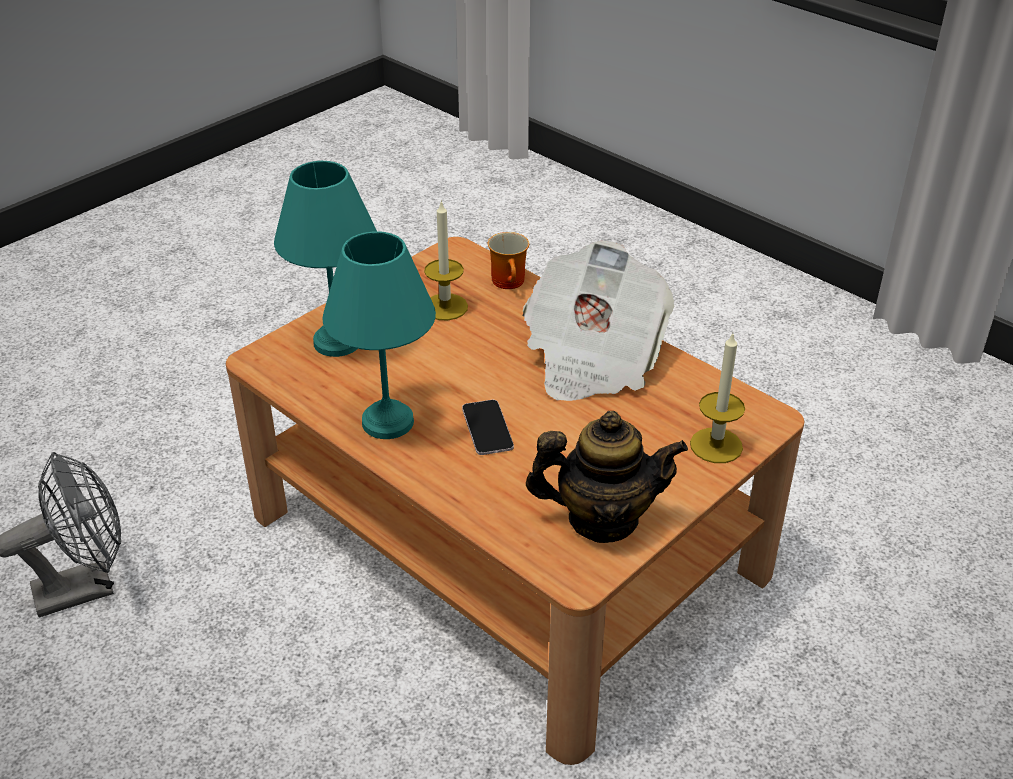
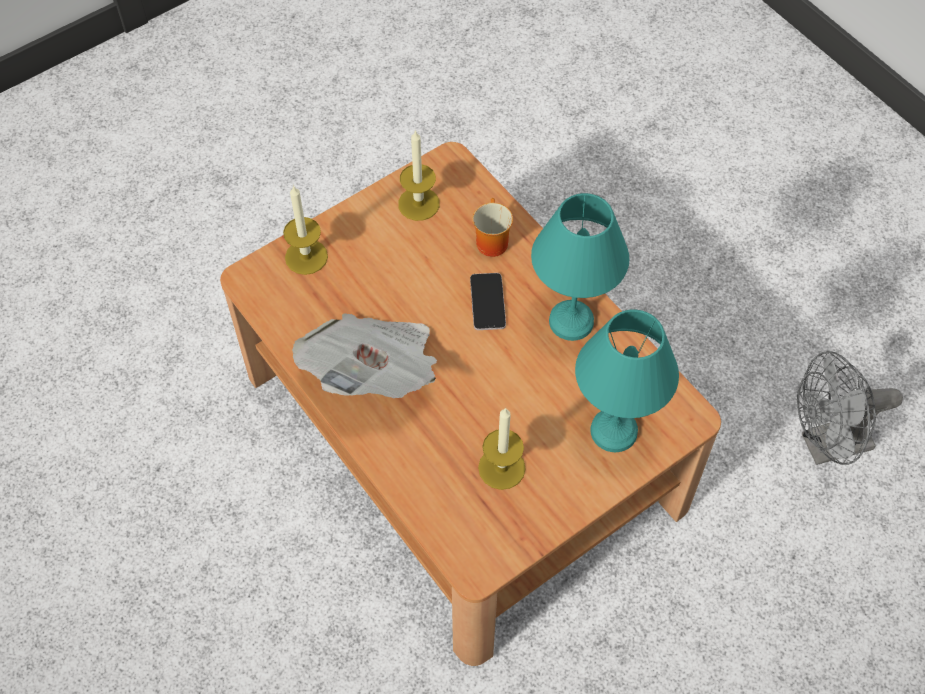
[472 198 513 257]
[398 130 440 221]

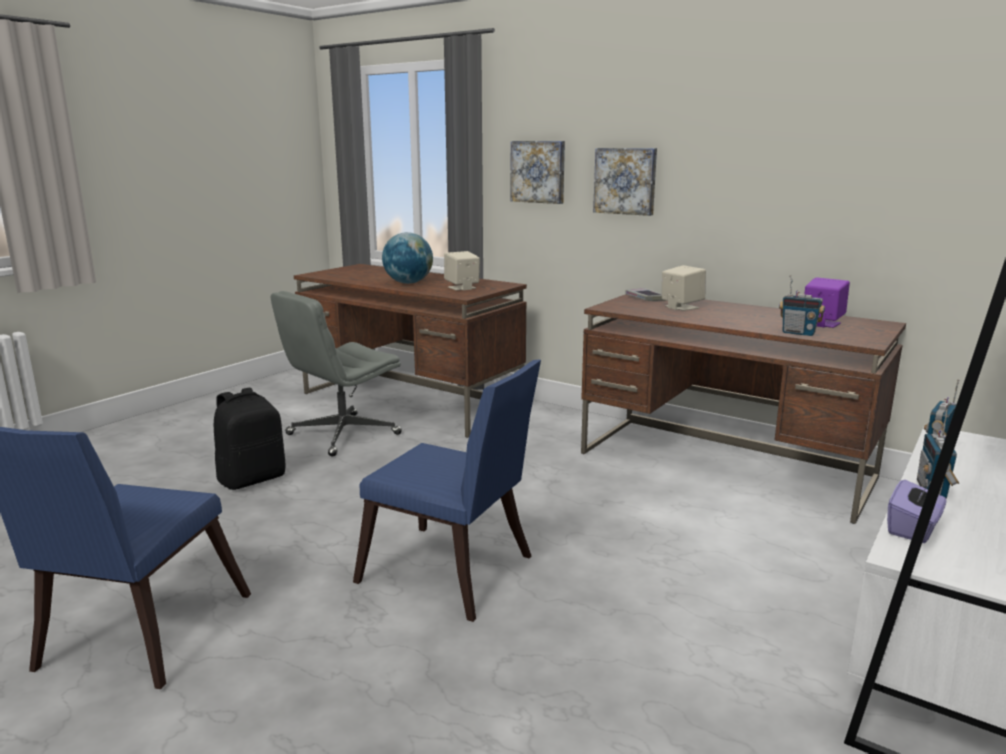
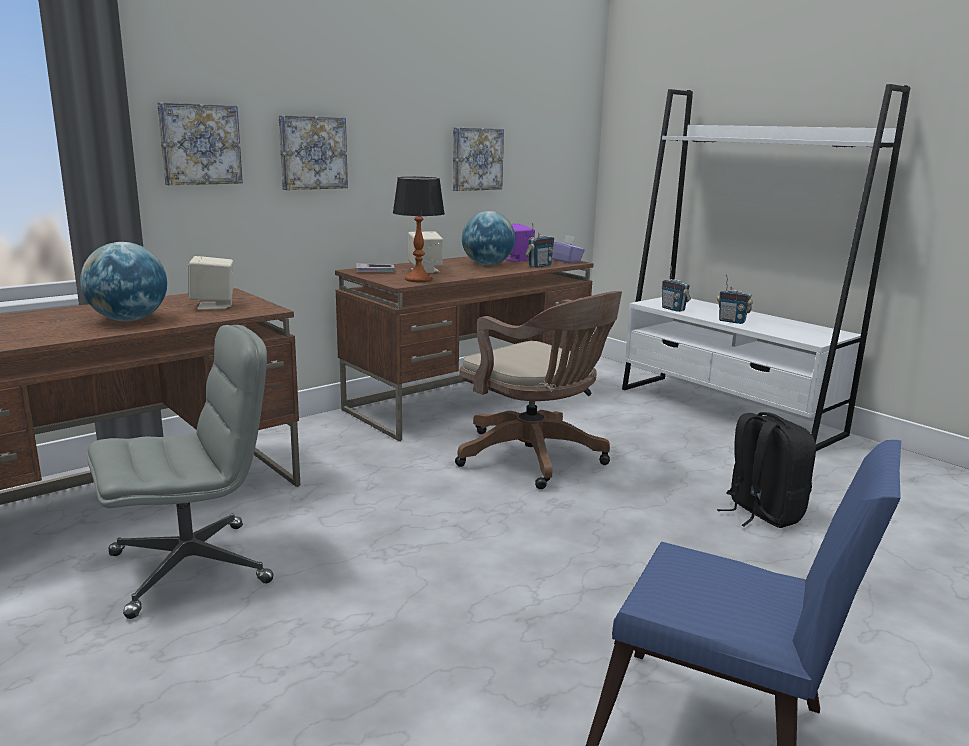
[87 325 274 619]
[353 360 541 622] (first image)
[717 412 816 528]
[552 235 585 263]
[453 128 504 191]
[393 177 445 282]
[462 211 515 265]
[455 291 622 489]

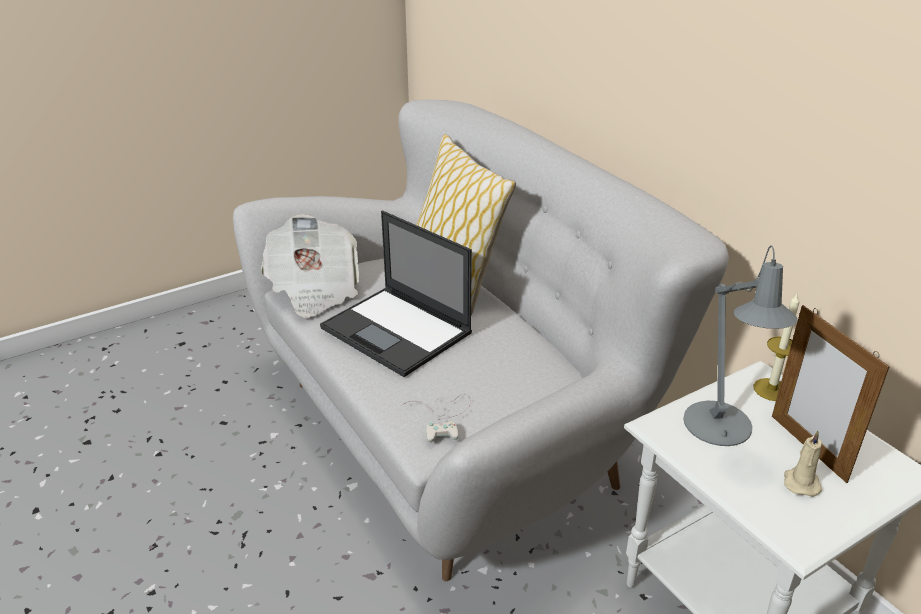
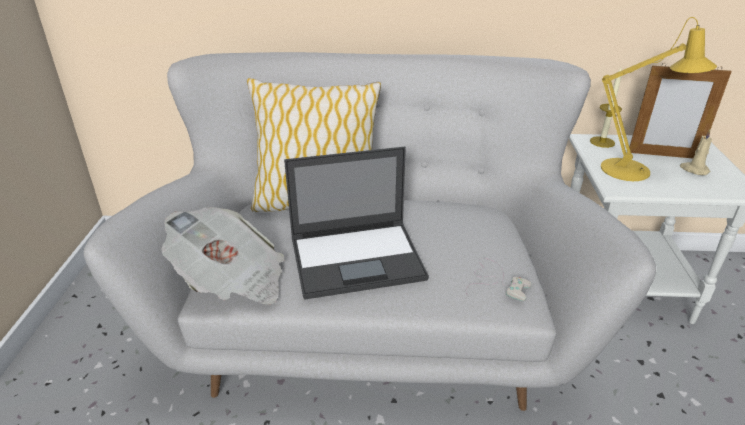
[601 17 717 181]

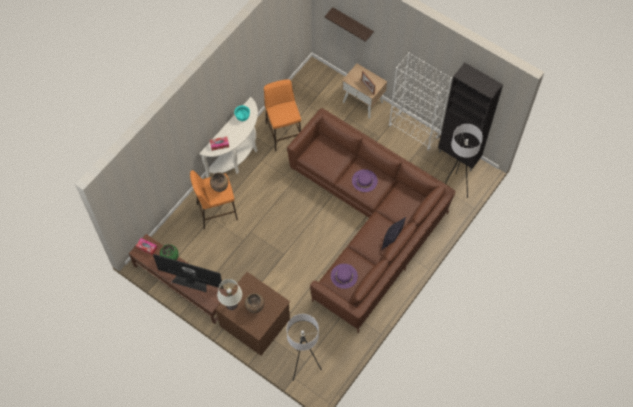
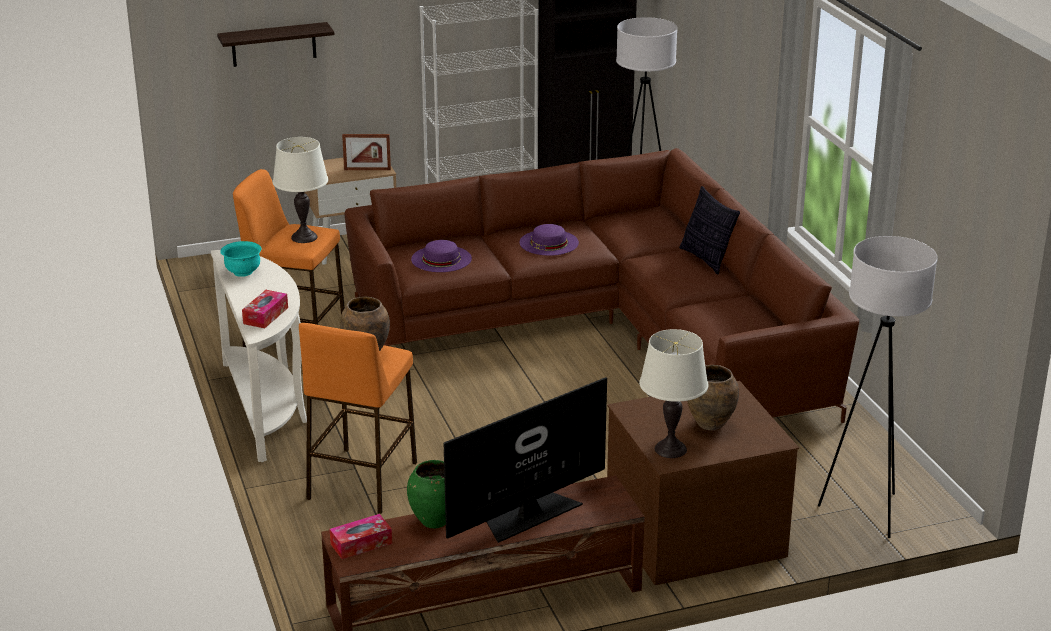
[411 240 472 272]
[272 137 328 243]

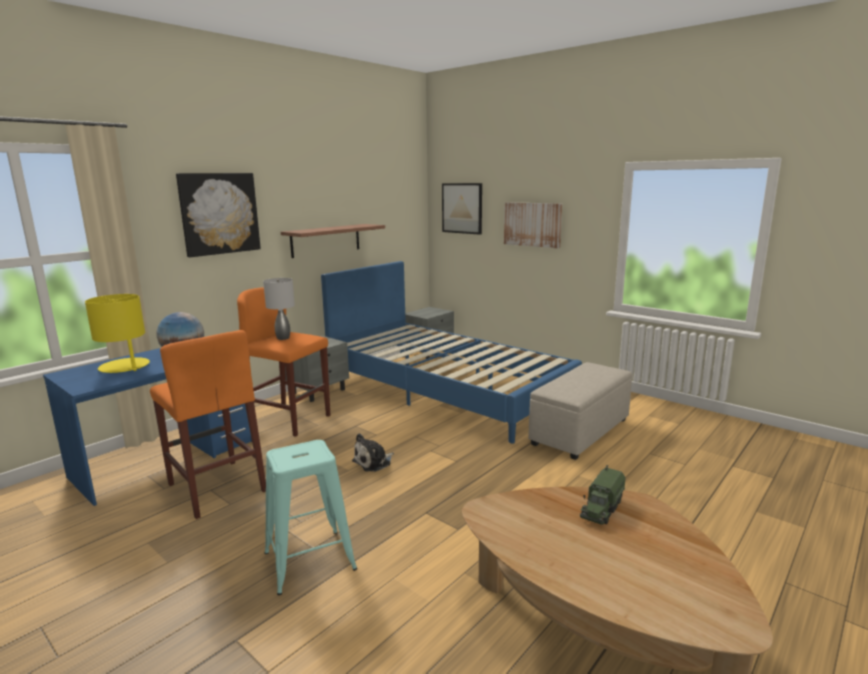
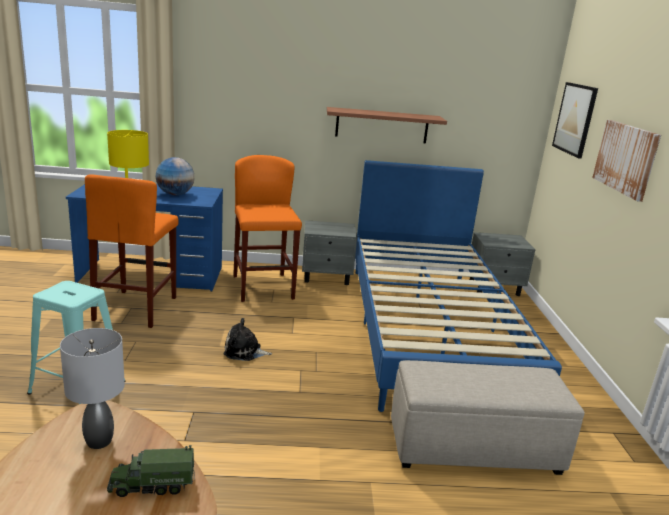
[176 173 261 257] (first image)
[60 328 125 449]

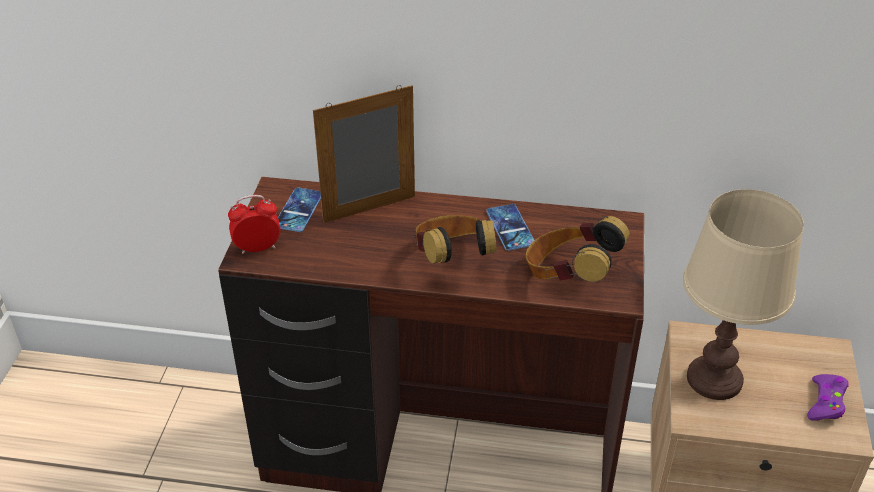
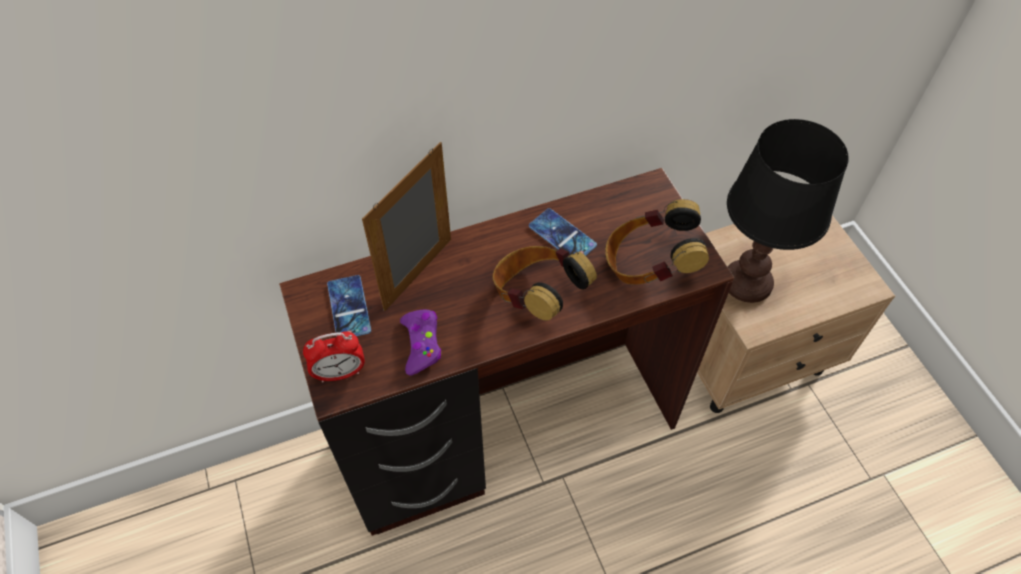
[727 119 849 303]
[303 331 365 382]
[400 310 441 376]

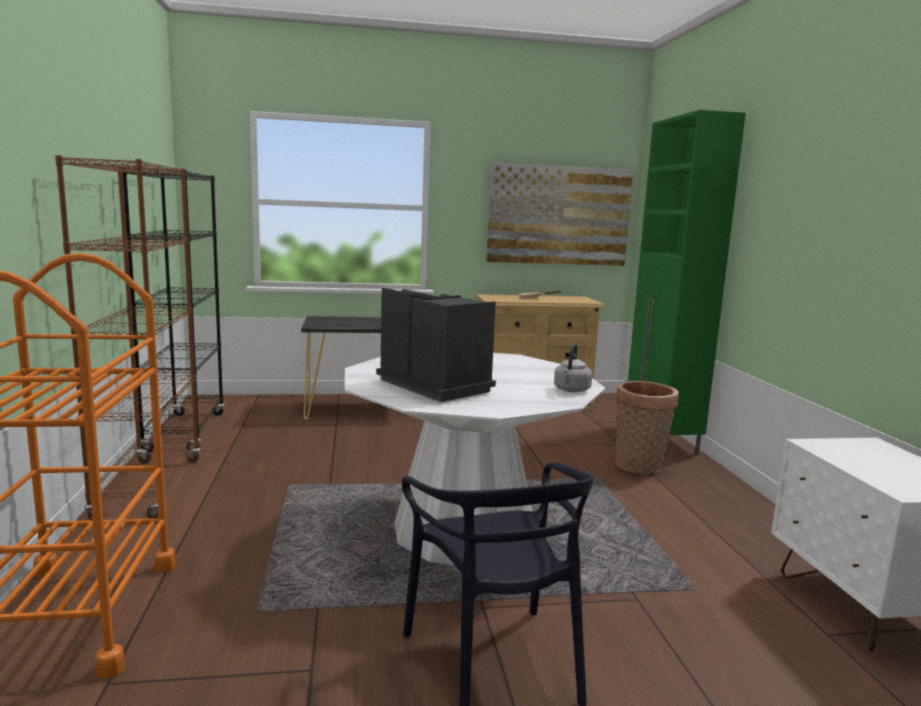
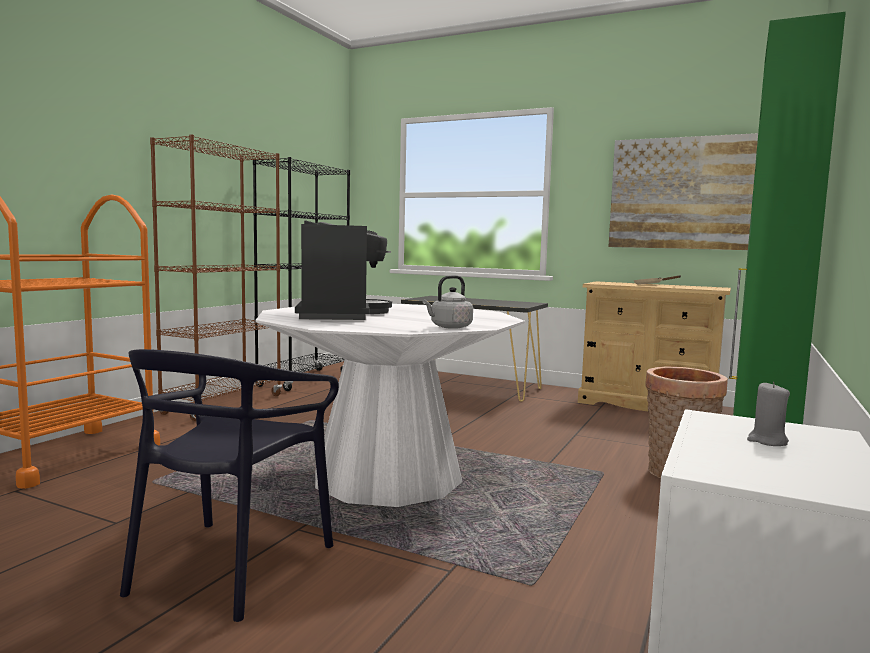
[747 382 790 446]

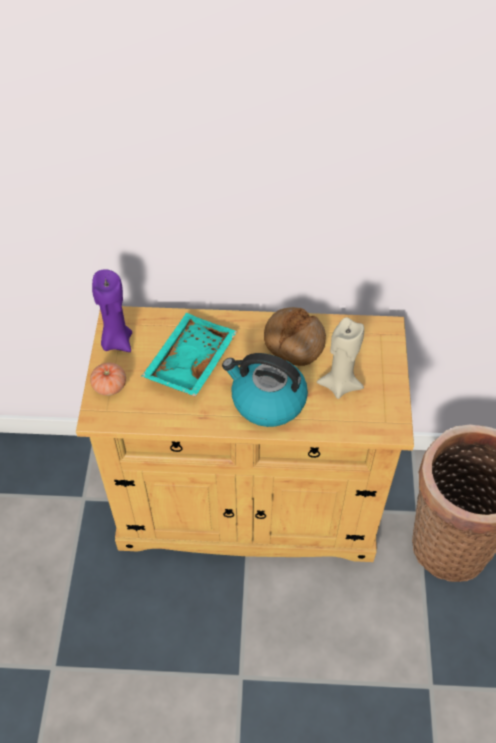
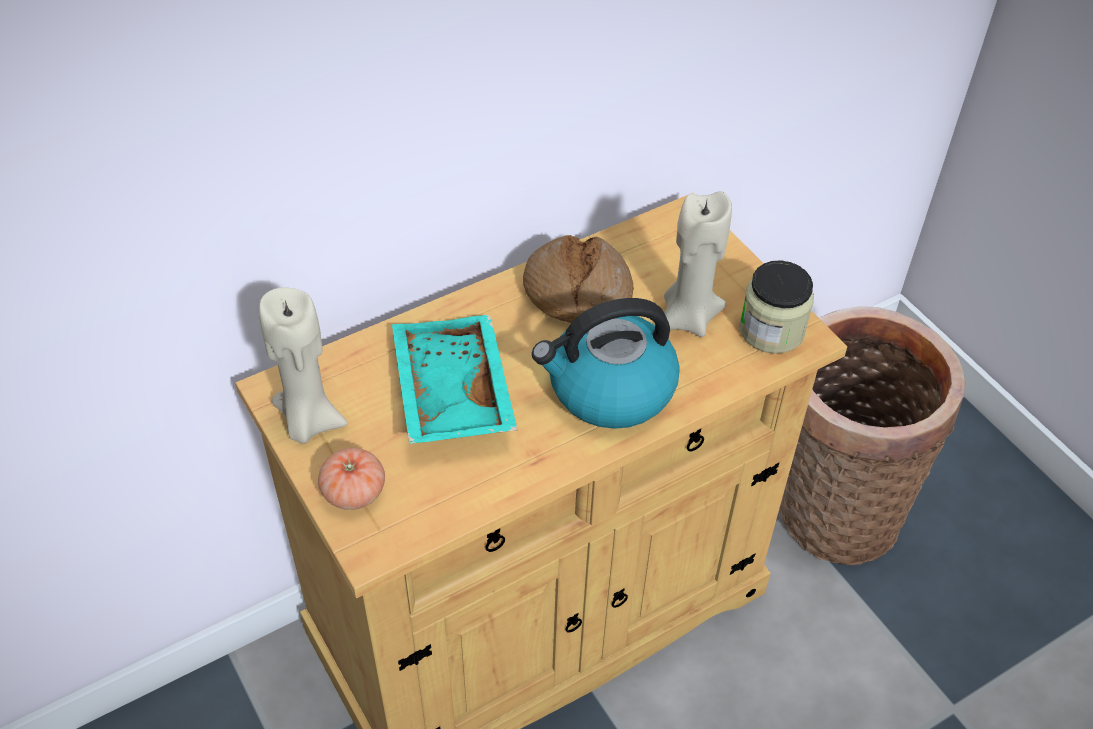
[259 287 348 444]
[739 260 814 354]

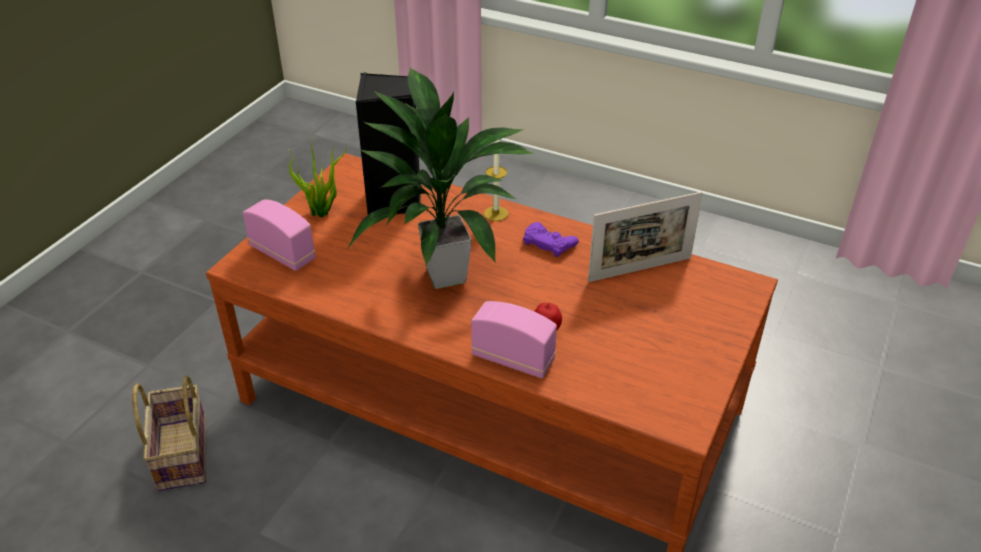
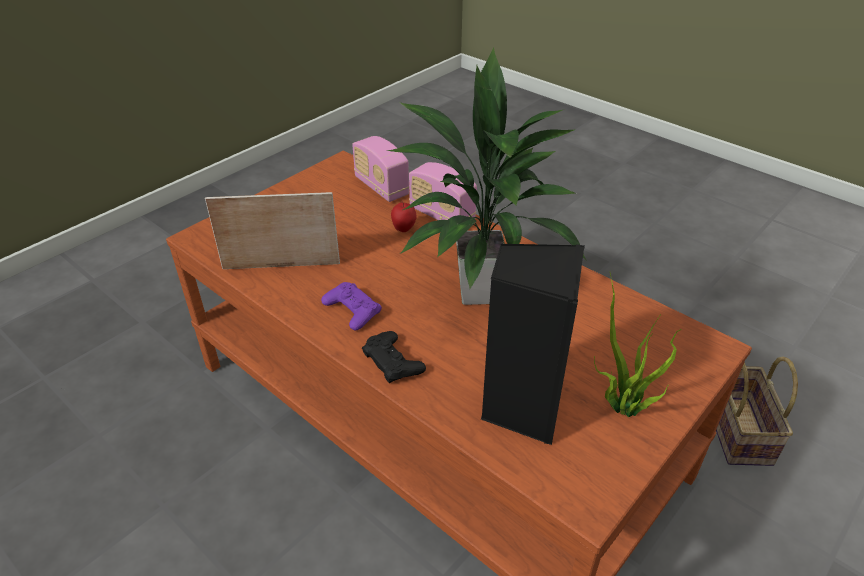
[362 331 426 383]
[352 136 409 202]

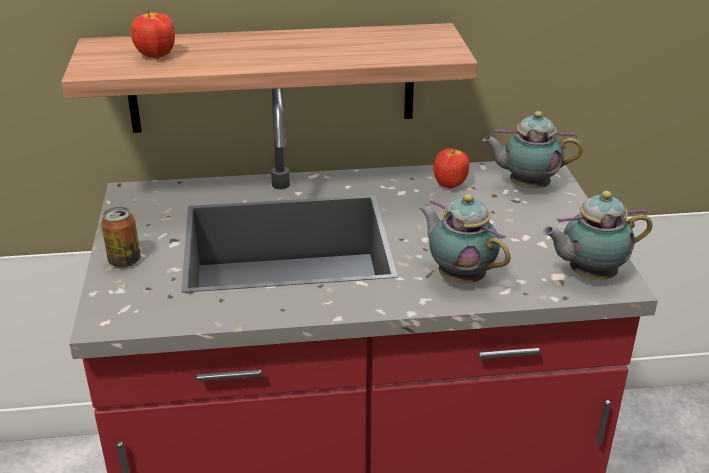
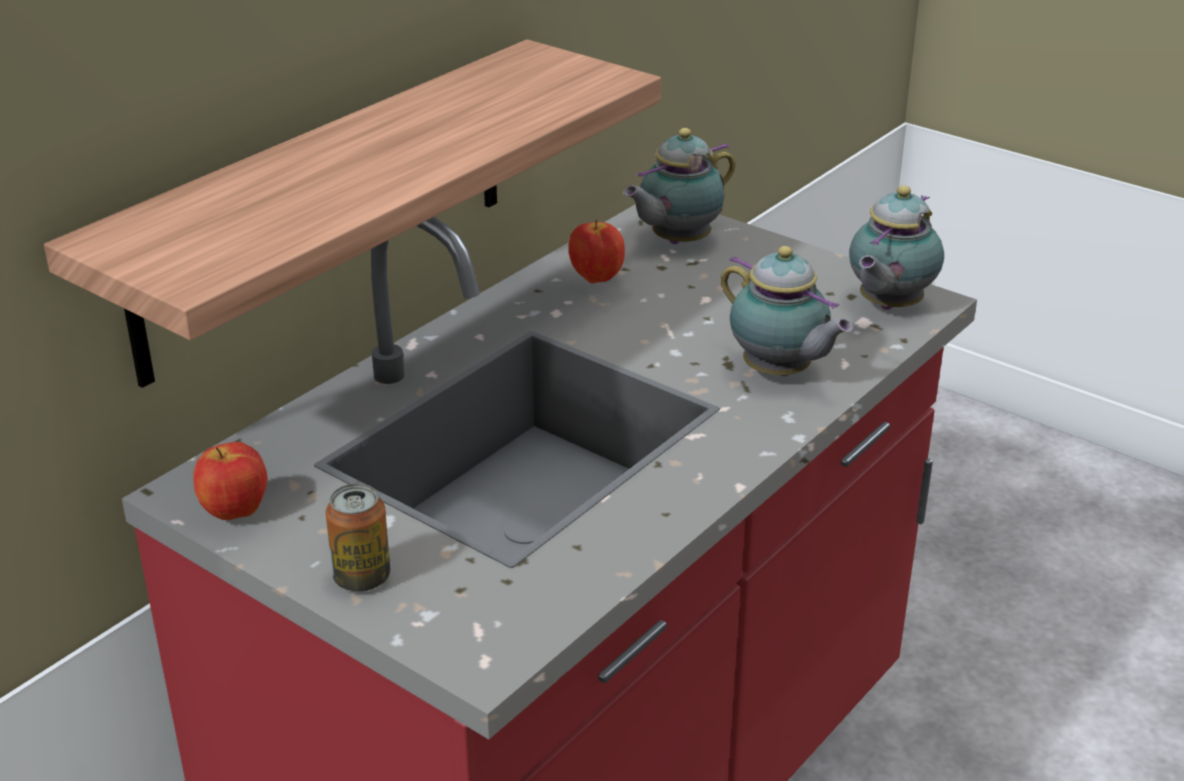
[193 442 268 520]
[721 246 853 376]

